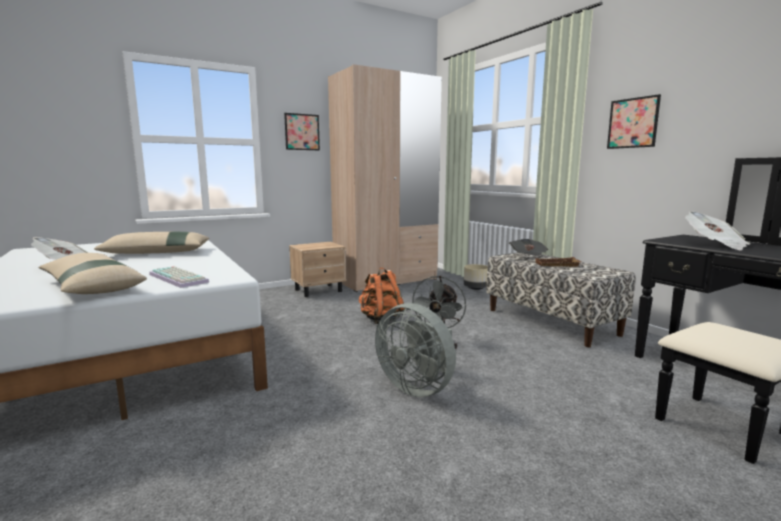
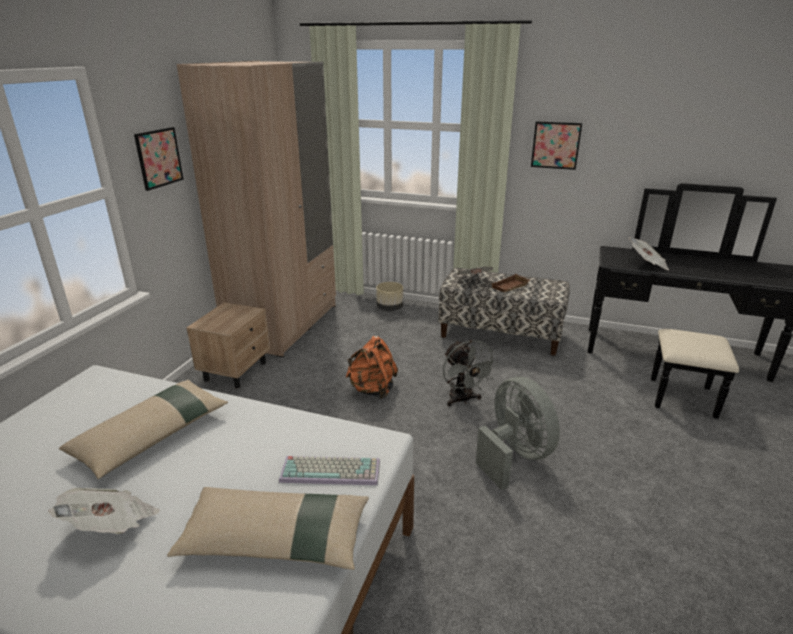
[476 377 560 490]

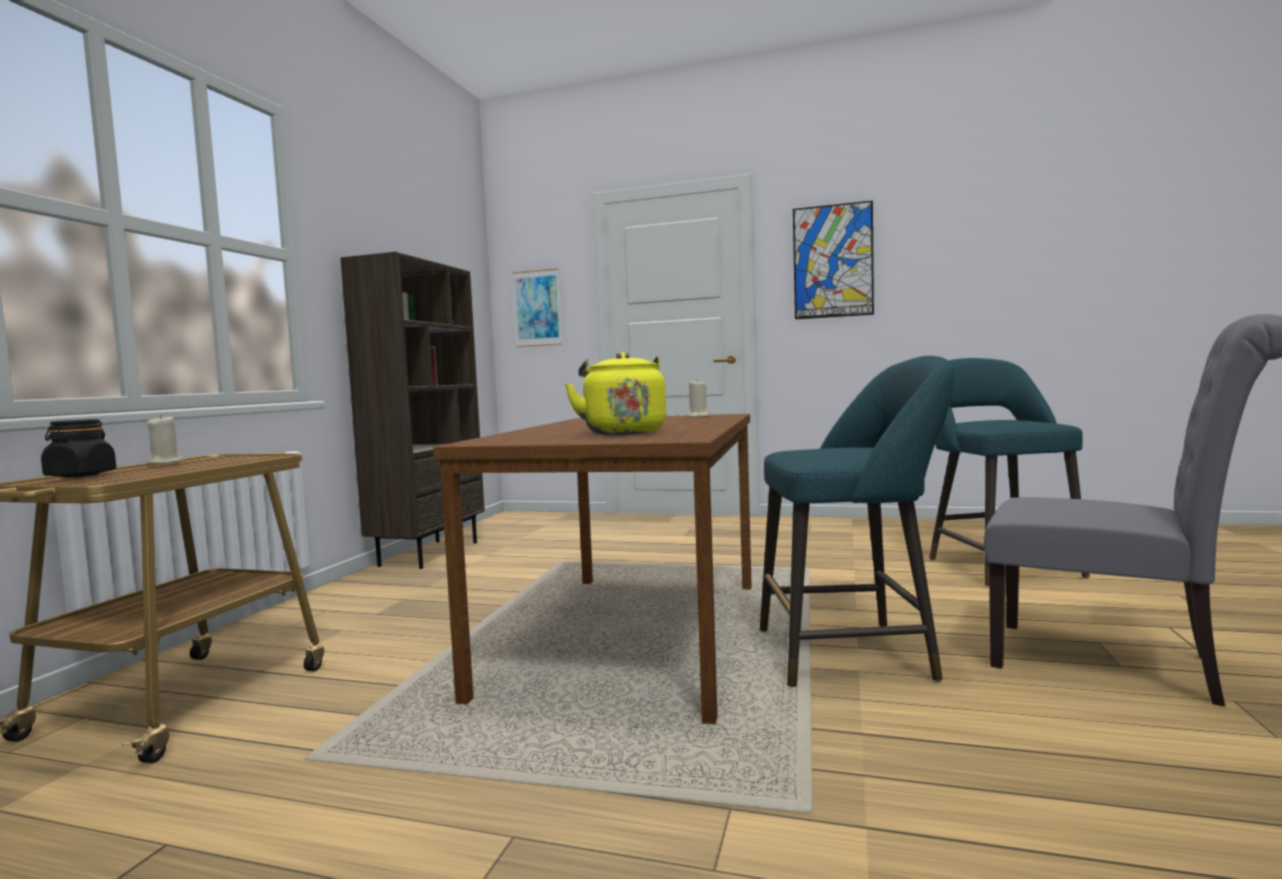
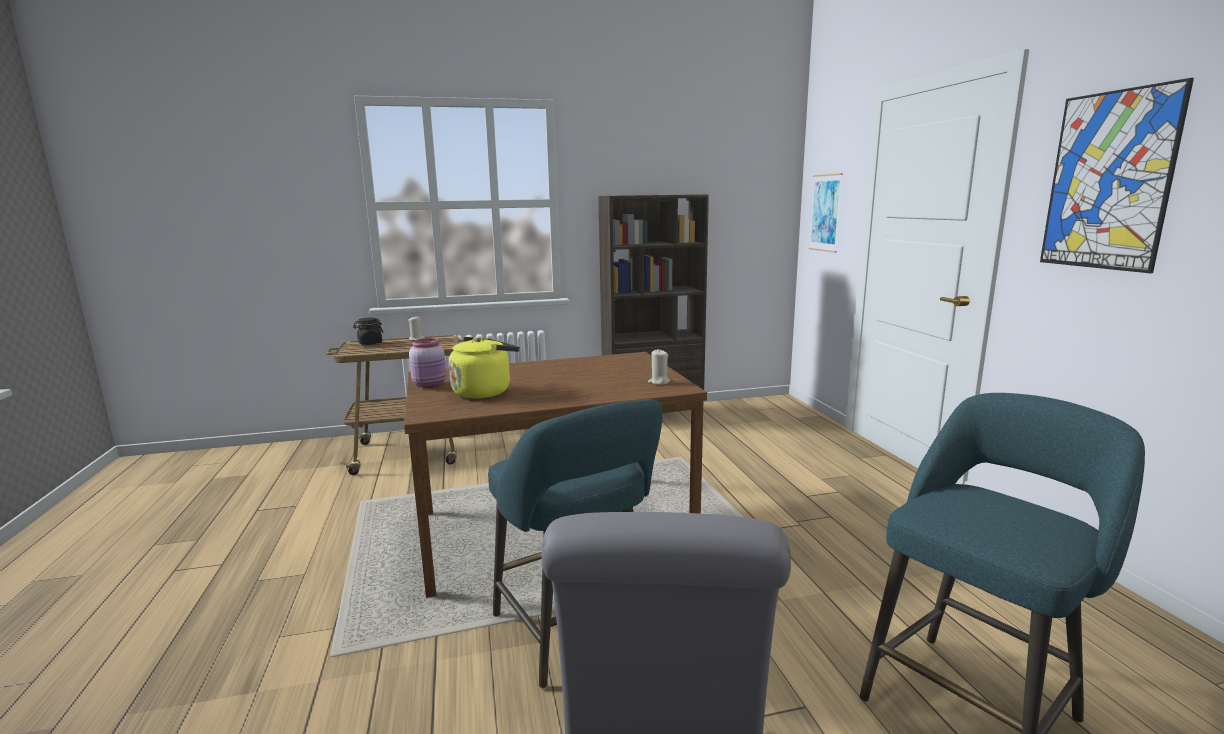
[409 338 446 388]

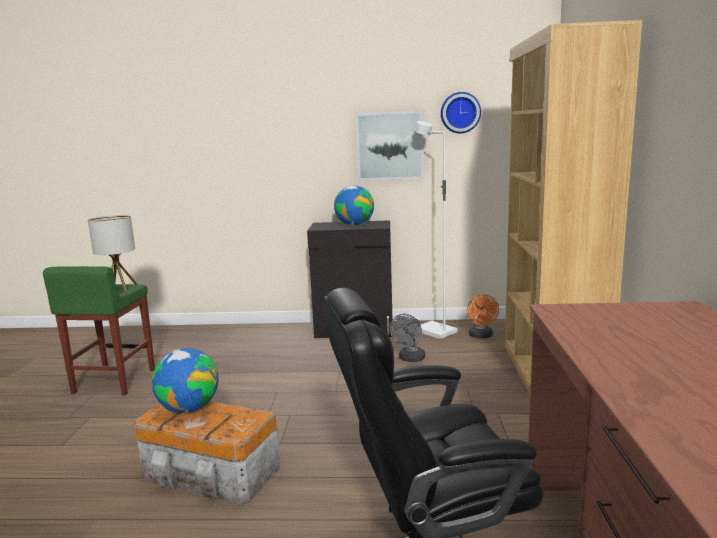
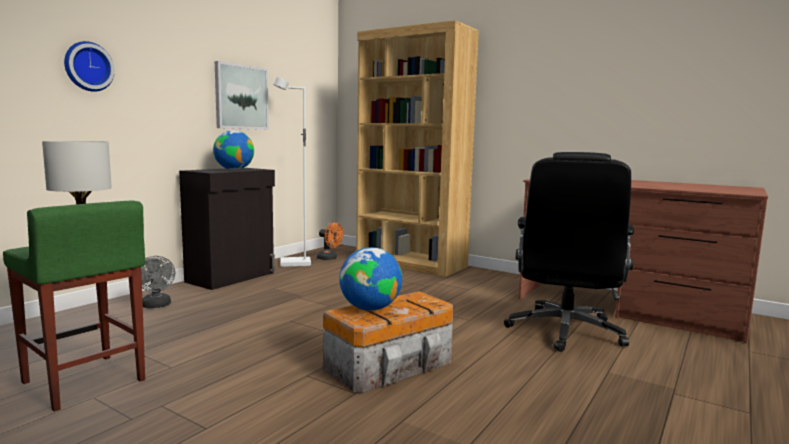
[64 41 115 92]
[141 256 175 308]

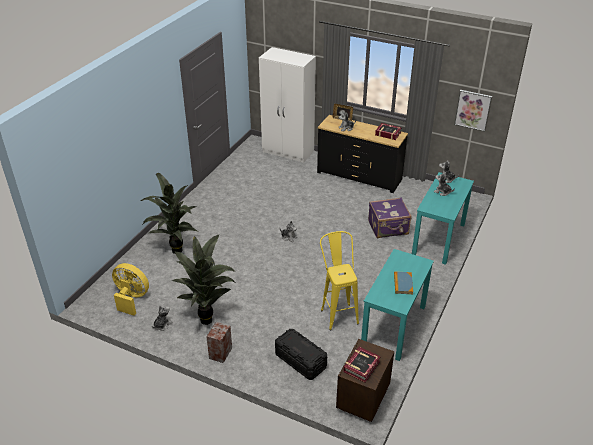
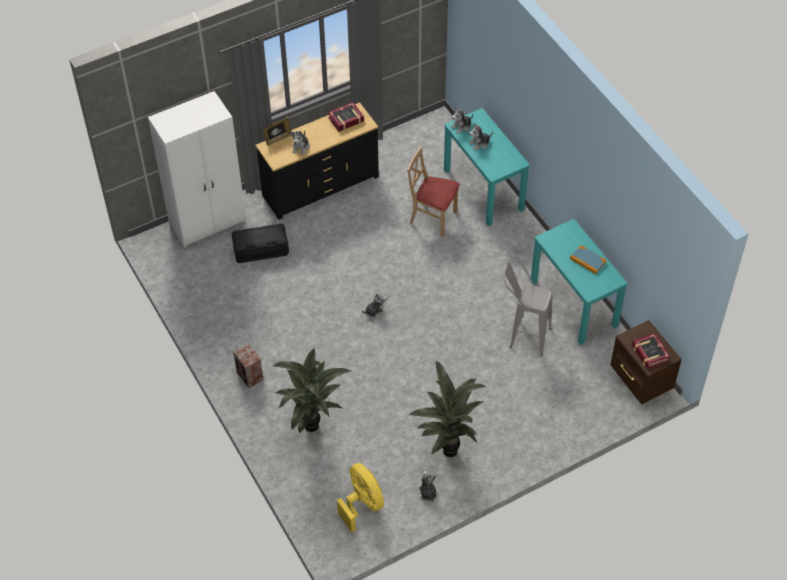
[454 90 492 132] (first image)
[407 147 460 238]
[504 257 553 356]
[337 463 384 532]
[233 343 264 388]
[232 224 289 263]

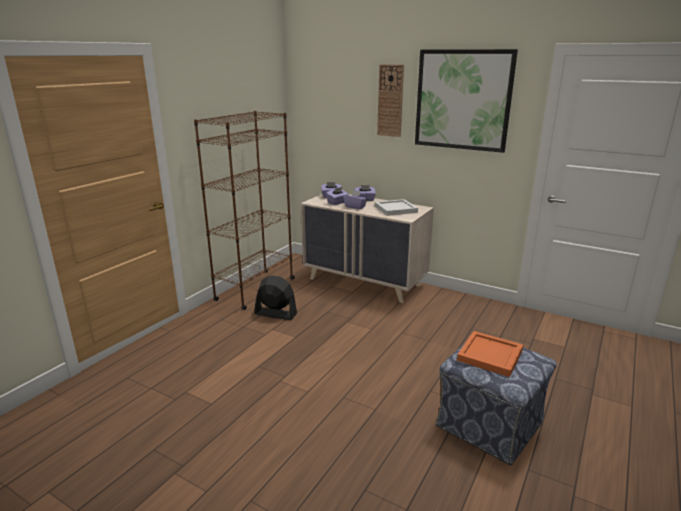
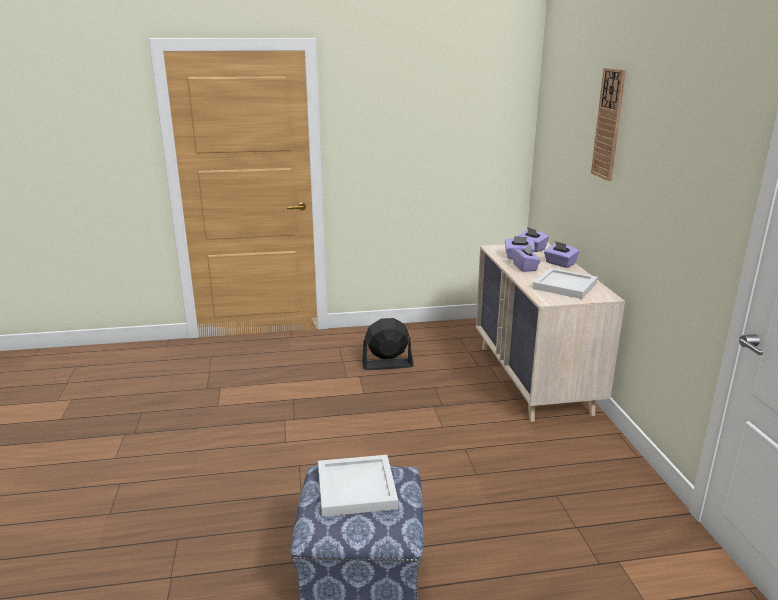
[415 49 518 153] (first image)
[194 111 295 310] (first image)
[362 318 414 370]
[318 455 398 517]

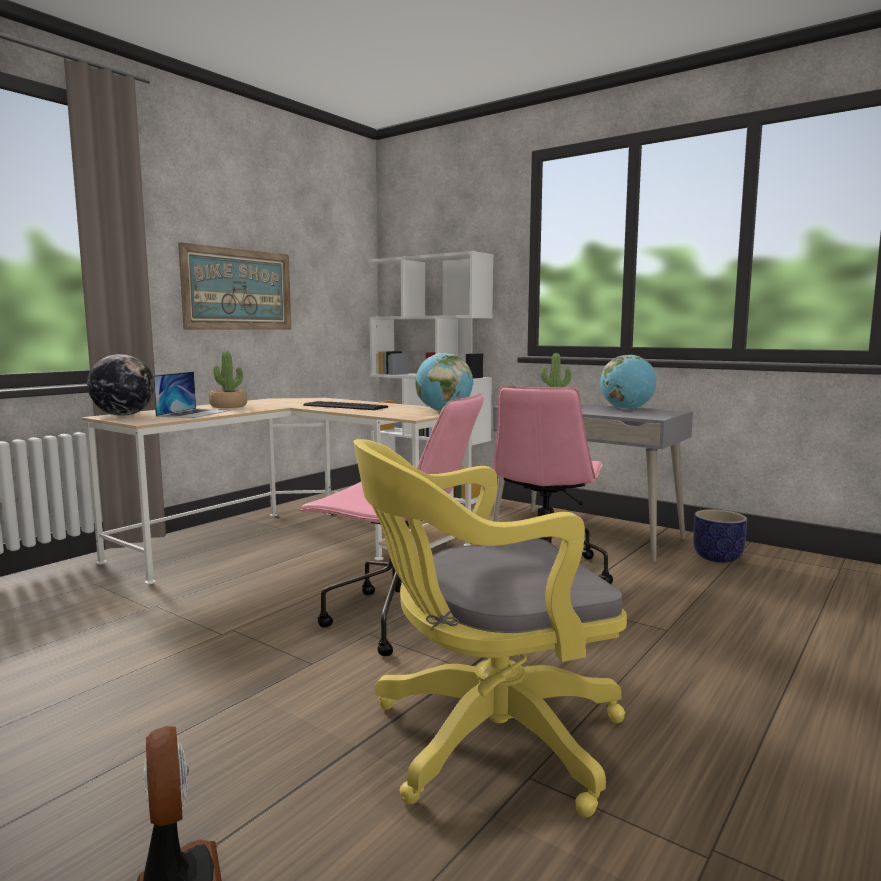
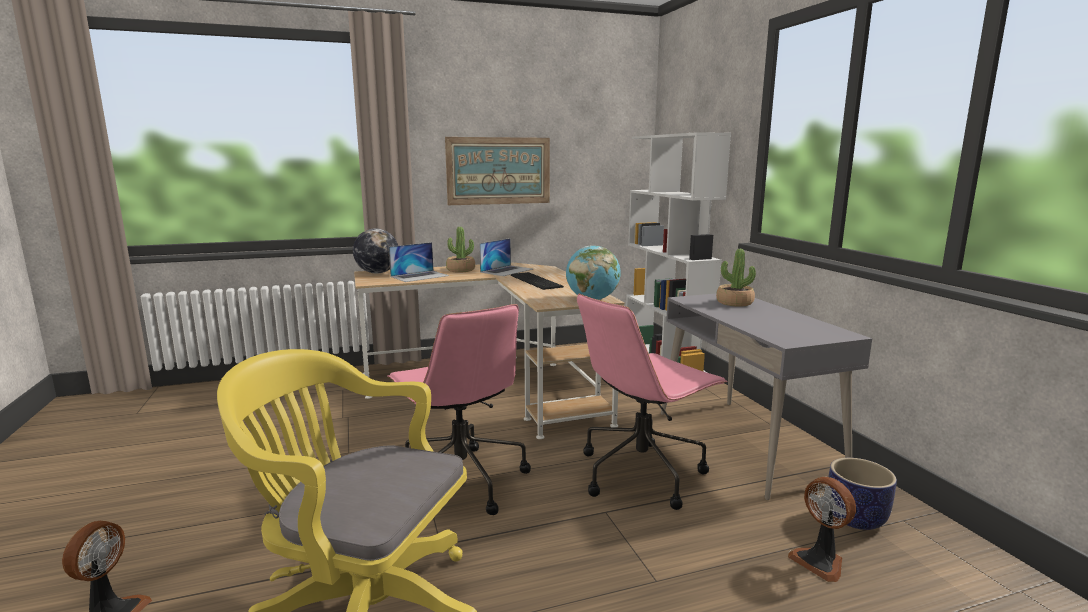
[600 355 656 410] (first image)
[479 238 533 276]
[788 477 856 582]

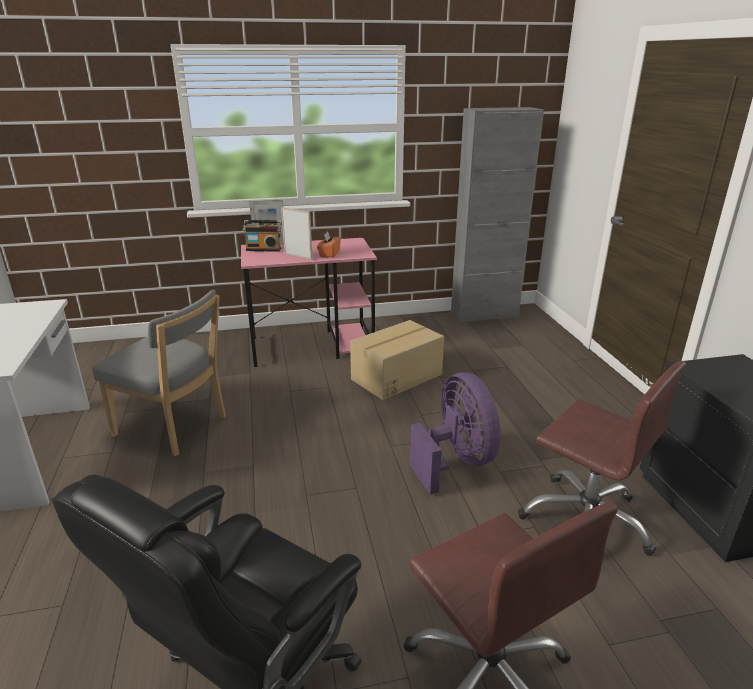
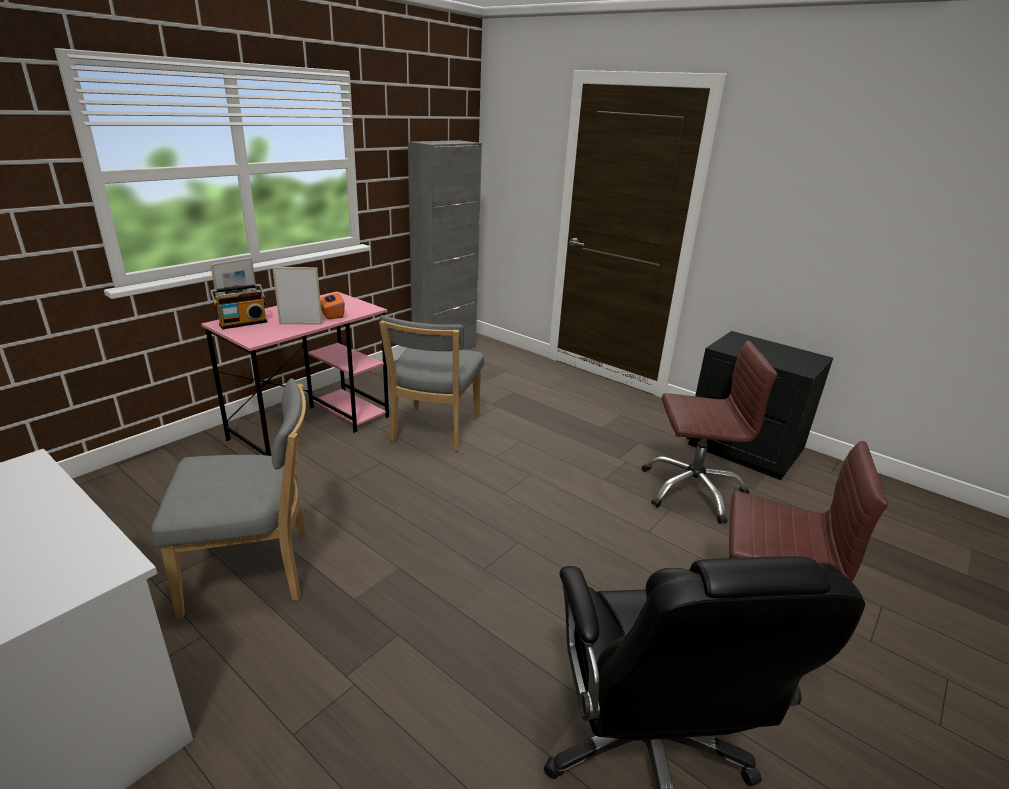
[379 315 484 452]
[410 372 501 495] (first image)

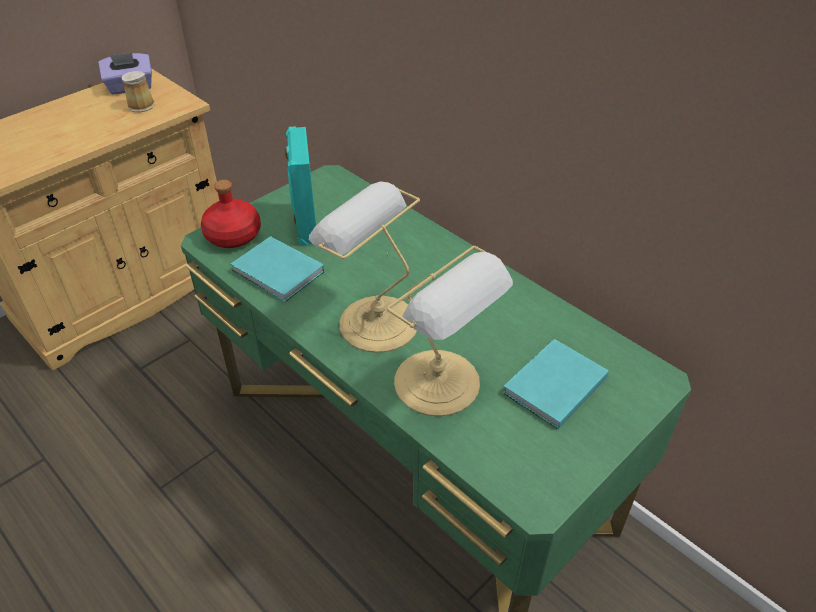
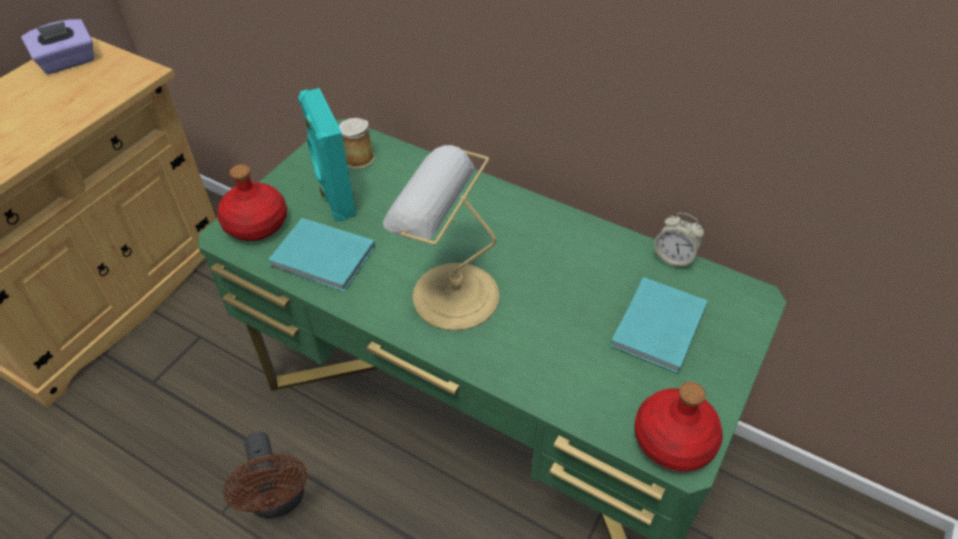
[339 118 375 169]
[387 246 513 416] (first image)
[654 213 704 268]
[634 382 723 472]
[223 432 307 519]

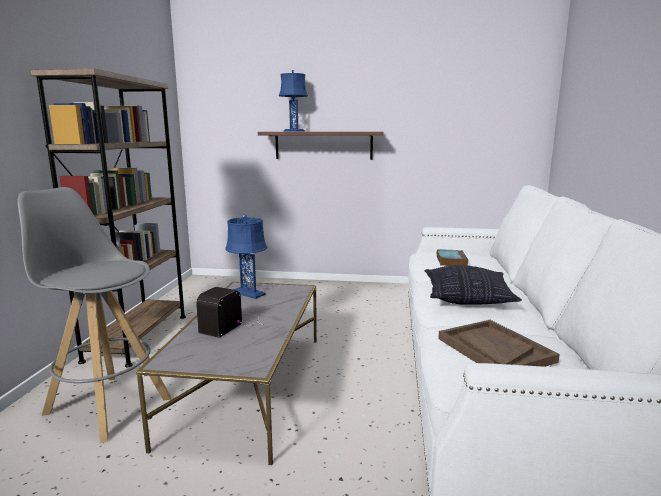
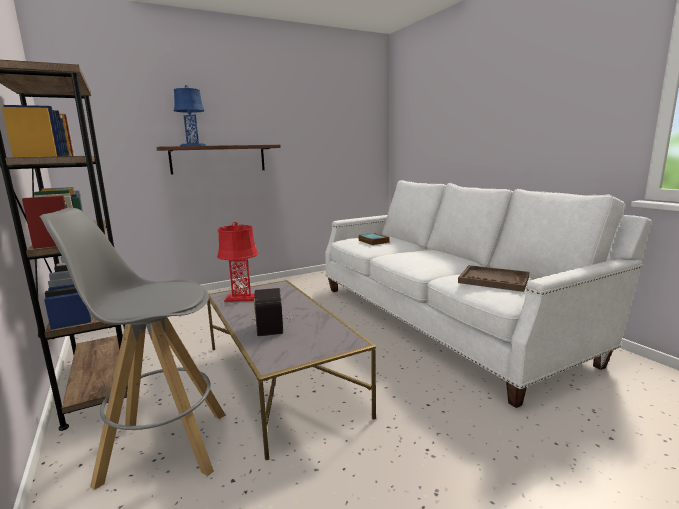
[217 222 258 302]
[425 265 522 305] (first image)

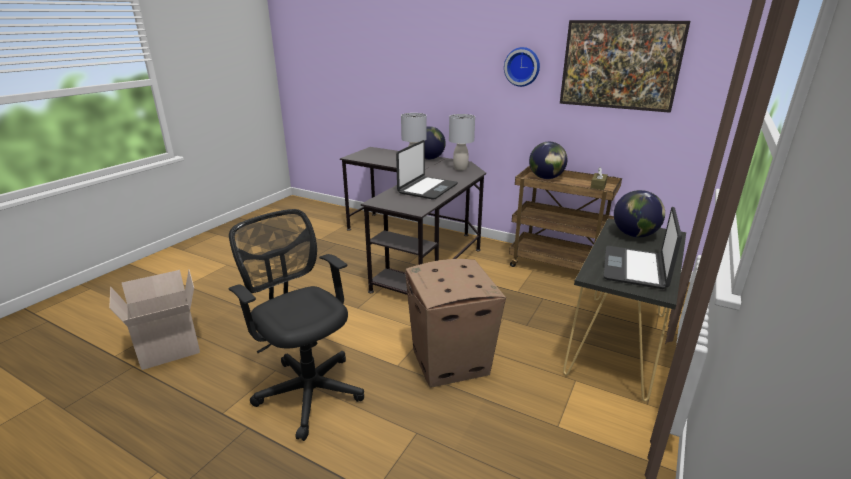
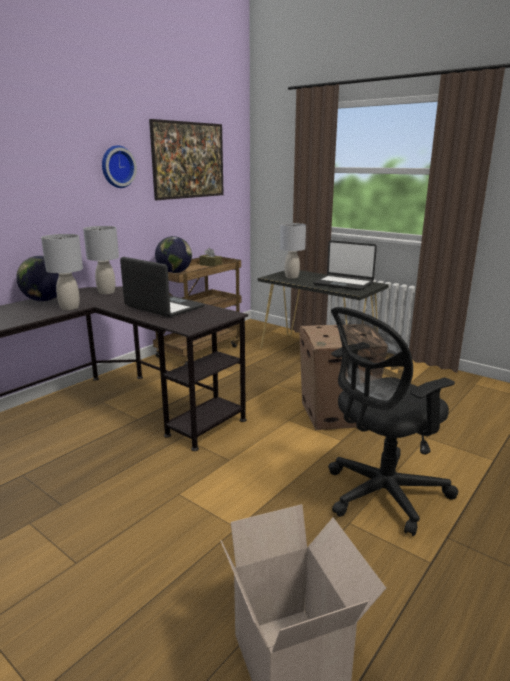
[280 223 306 279]

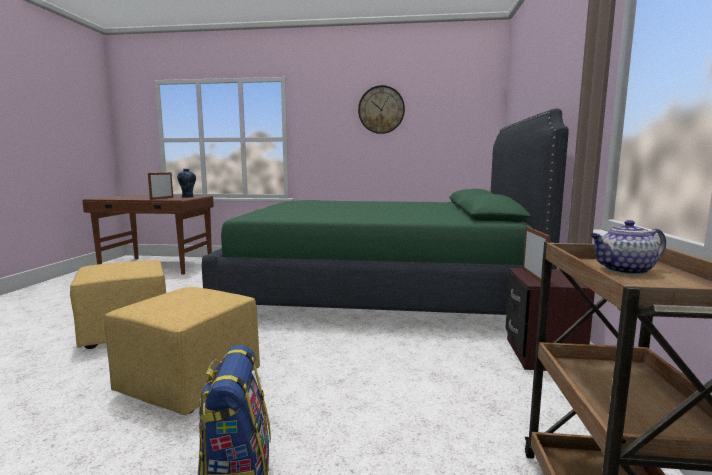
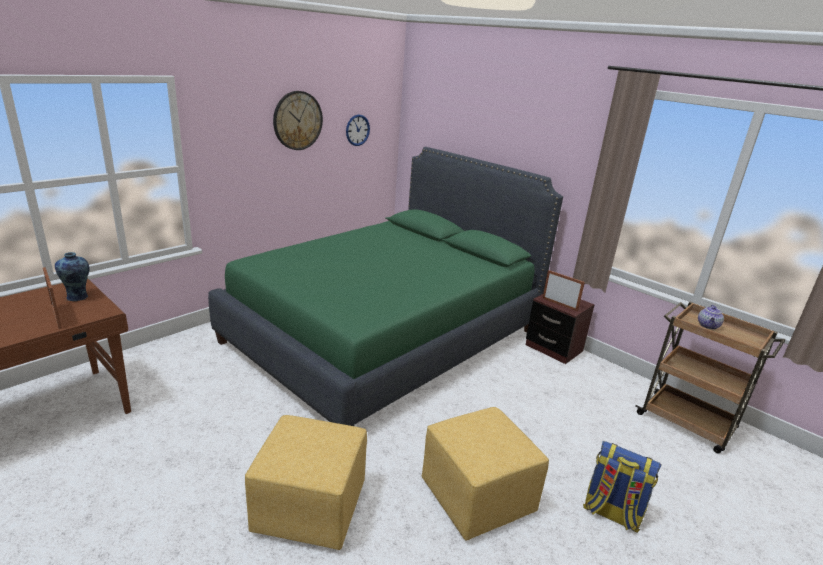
[346 114 370 146]

